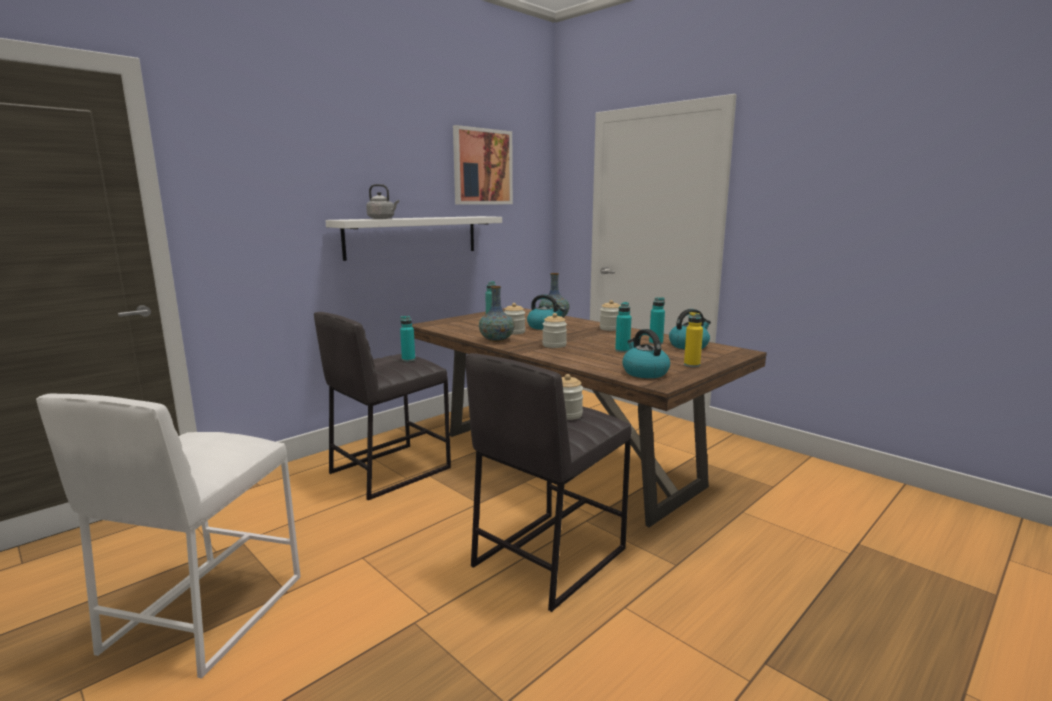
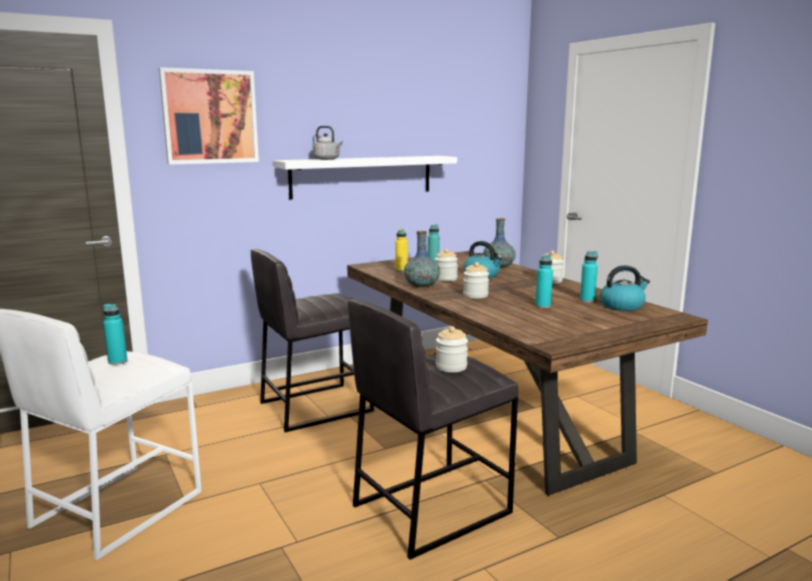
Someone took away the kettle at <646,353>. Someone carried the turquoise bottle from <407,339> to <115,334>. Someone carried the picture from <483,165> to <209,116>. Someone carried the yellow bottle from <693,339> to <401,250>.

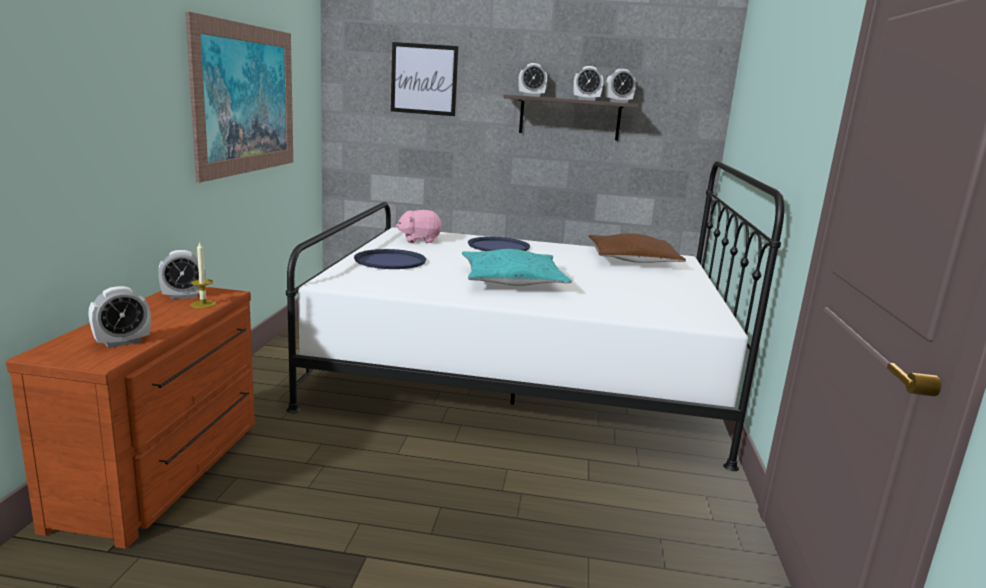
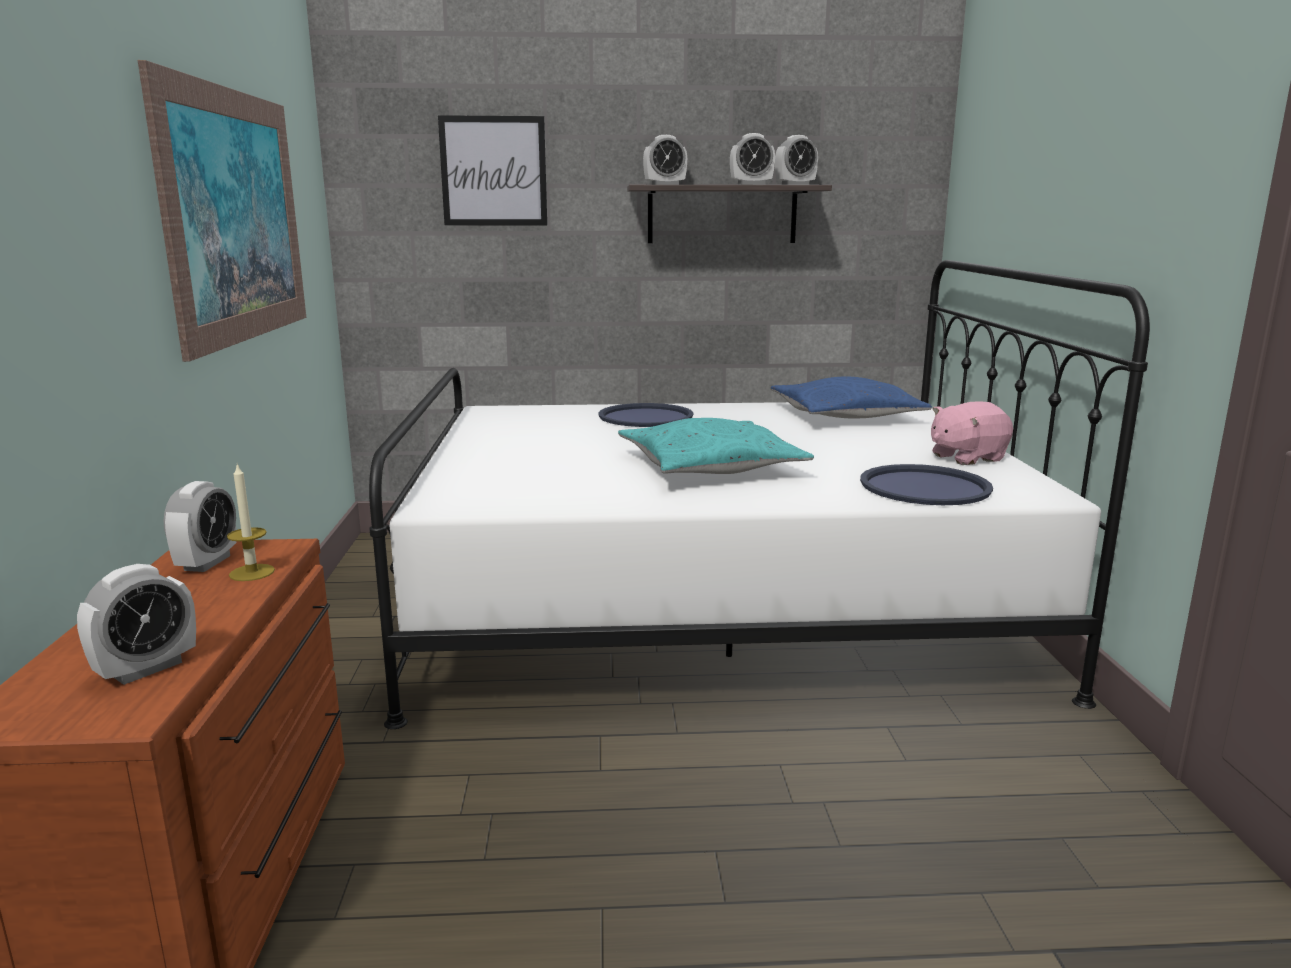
Someone carried the blue tray from <390,259> to <926,484>. Someone carried the pink plush toy from <419,226> to <972,433>. Someone repainted the brown pillow at <637,248>, which became the blue pillow at <851,398>. Someone rotated the alarm clock at <182,274> by 45 degrees counterclockwise.

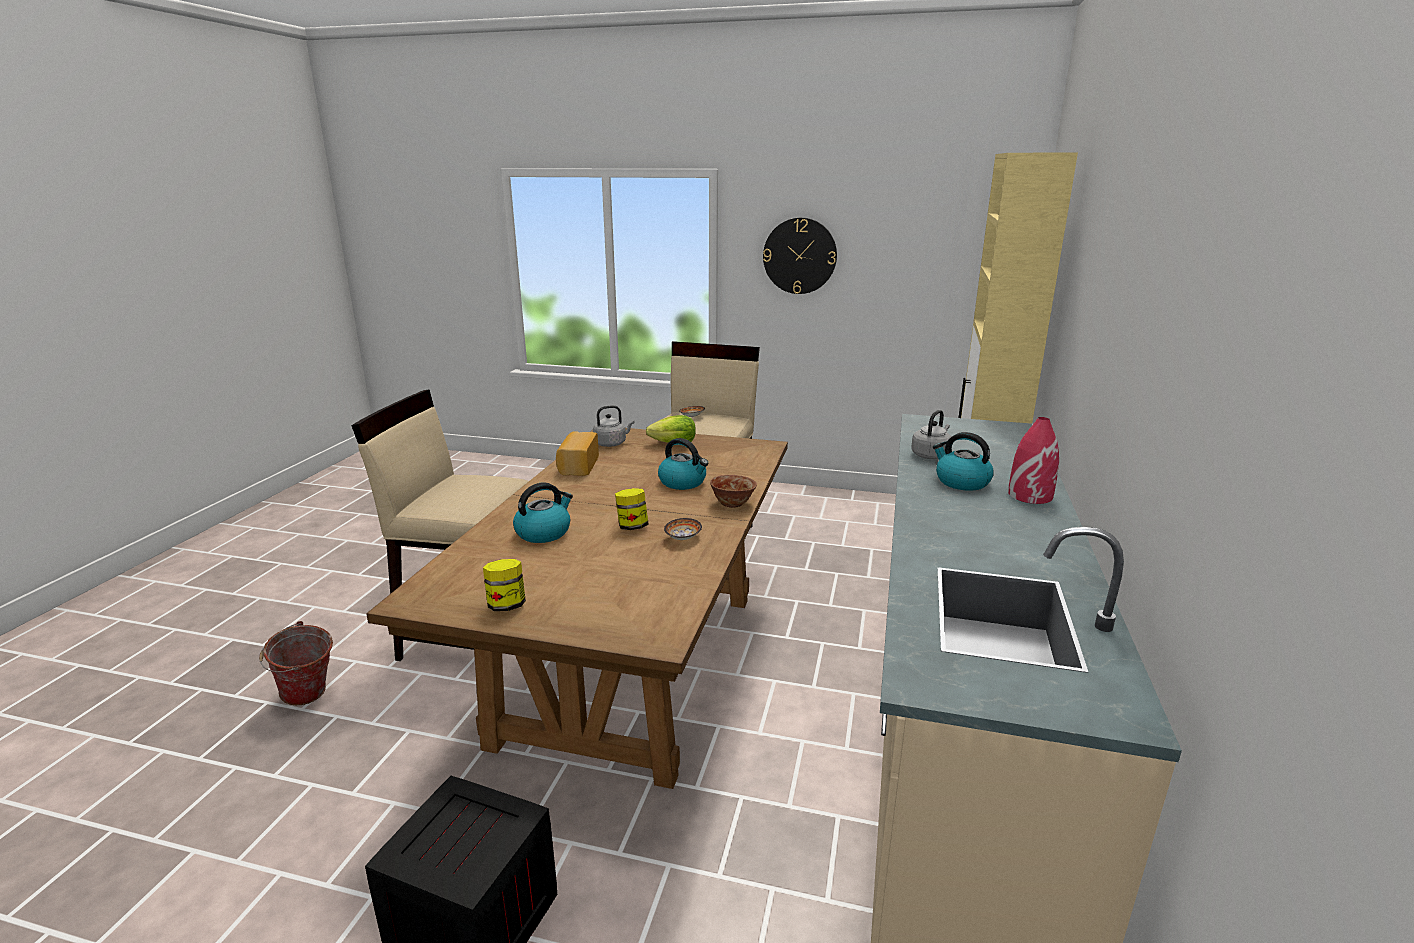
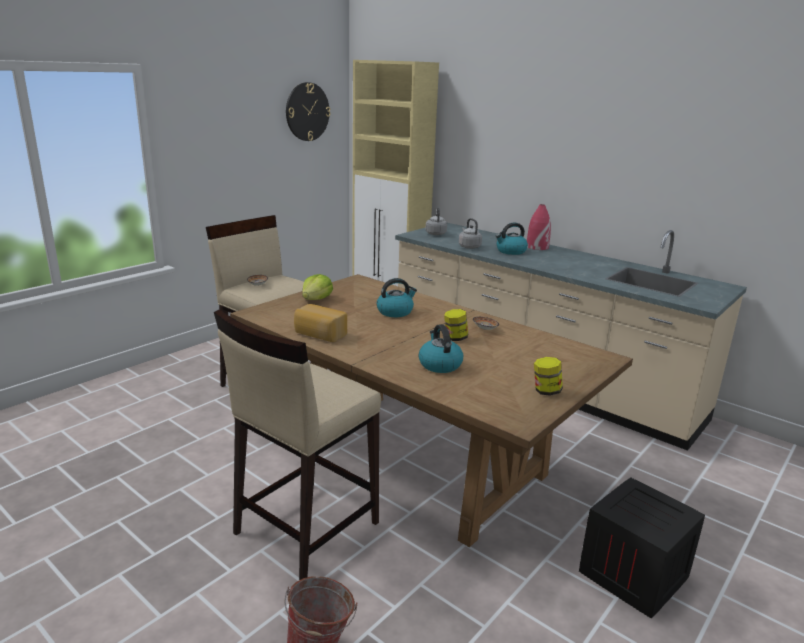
Someone took away the bowl at <733,491>. Someone carried the grey kettle from <614,426> to <436,221>. Someone carried the wall clock from <800,256> to <308,111>.

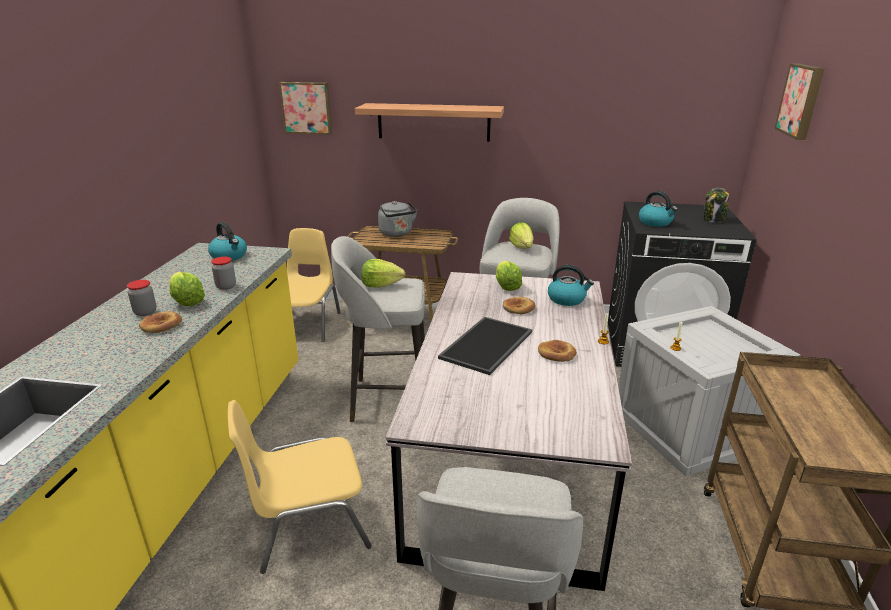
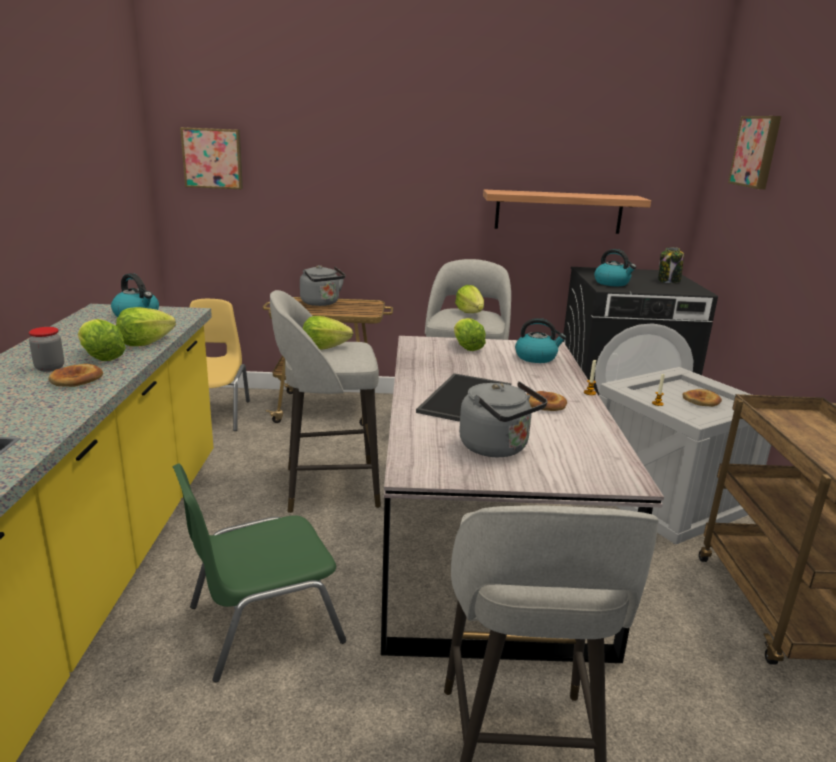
Someone put down the grey kettle at <503,419>. Someone carried the shelf from <429,122> to <567,212>. Someone carried the bread from <519,305> to <702,398>. Someone swapped the jar at <223,273> for the lettuce at <146,326>. Someone repainted the yellow chair at <300,487>, which became the green chair at <259,573>.

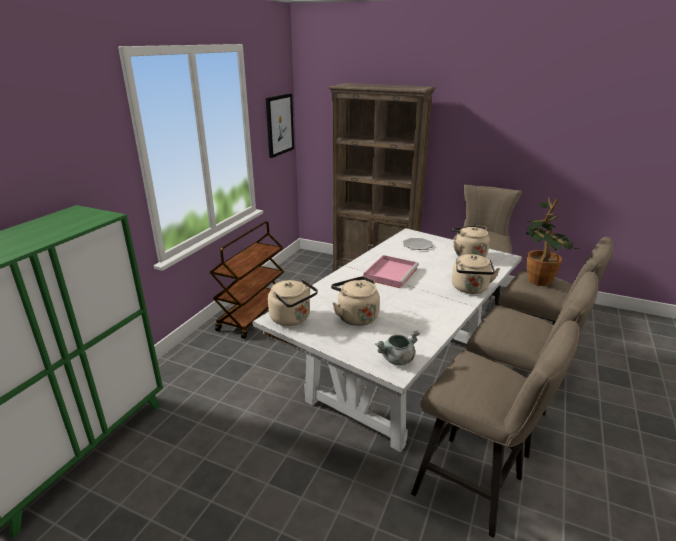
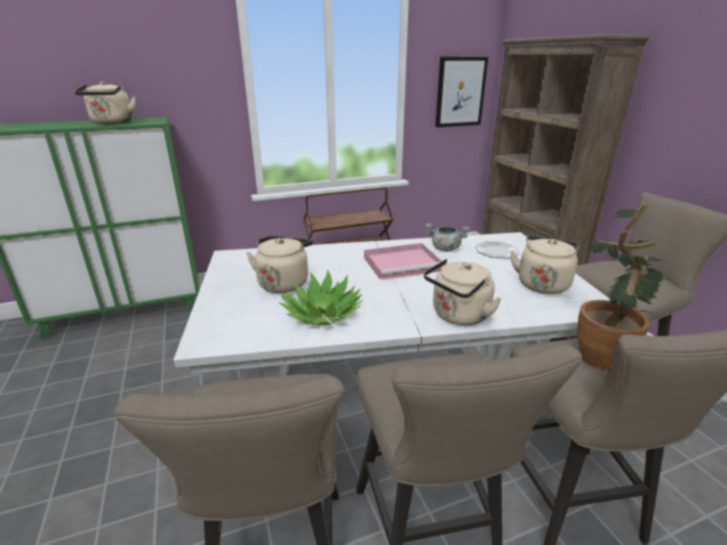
Someone put down the potted plant at <321,297>. Someone carried the beige kettle from <293,302> to <105,102>. Someone carried the grey cooking pot from <397,348> to <447,237>.

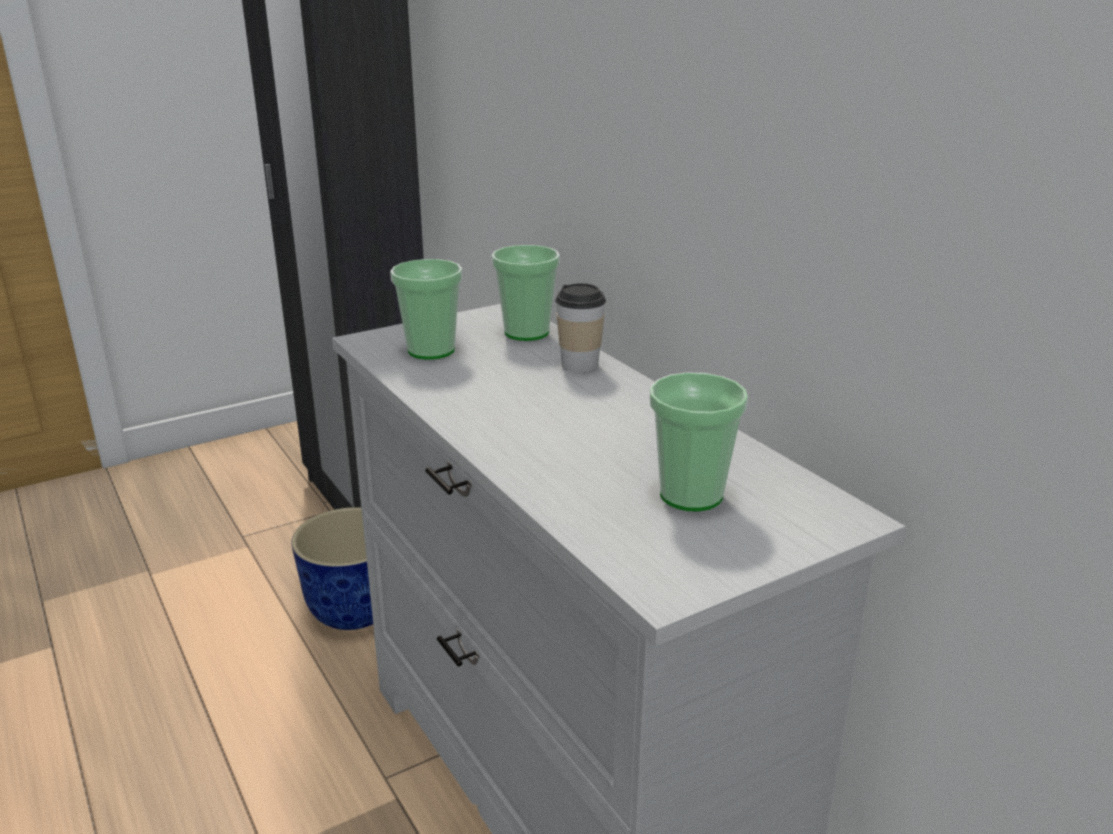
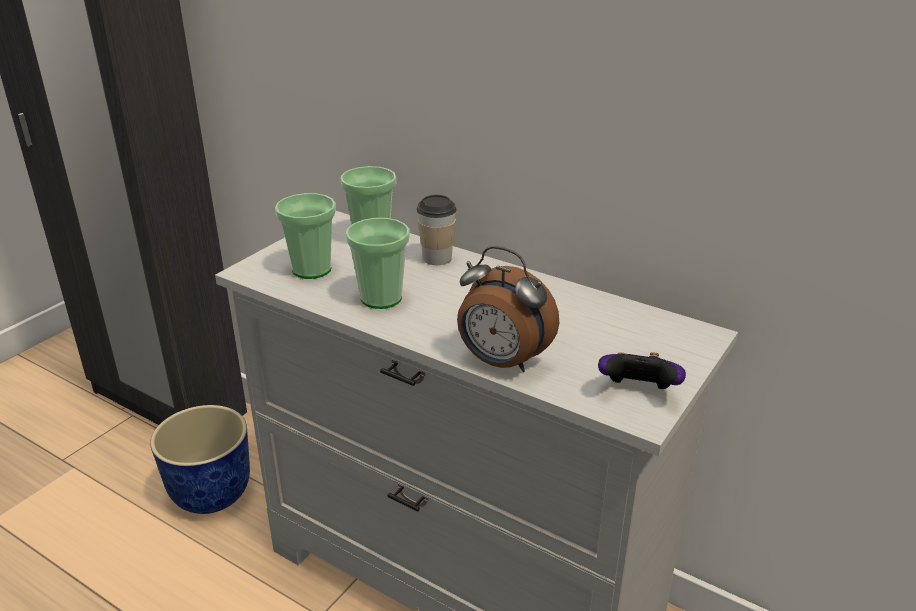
Someone put down the alarm clock at <508,309>. Someone put down the game controller at <642,370>. Someone carried the cup from <699,441> to <378,263>.

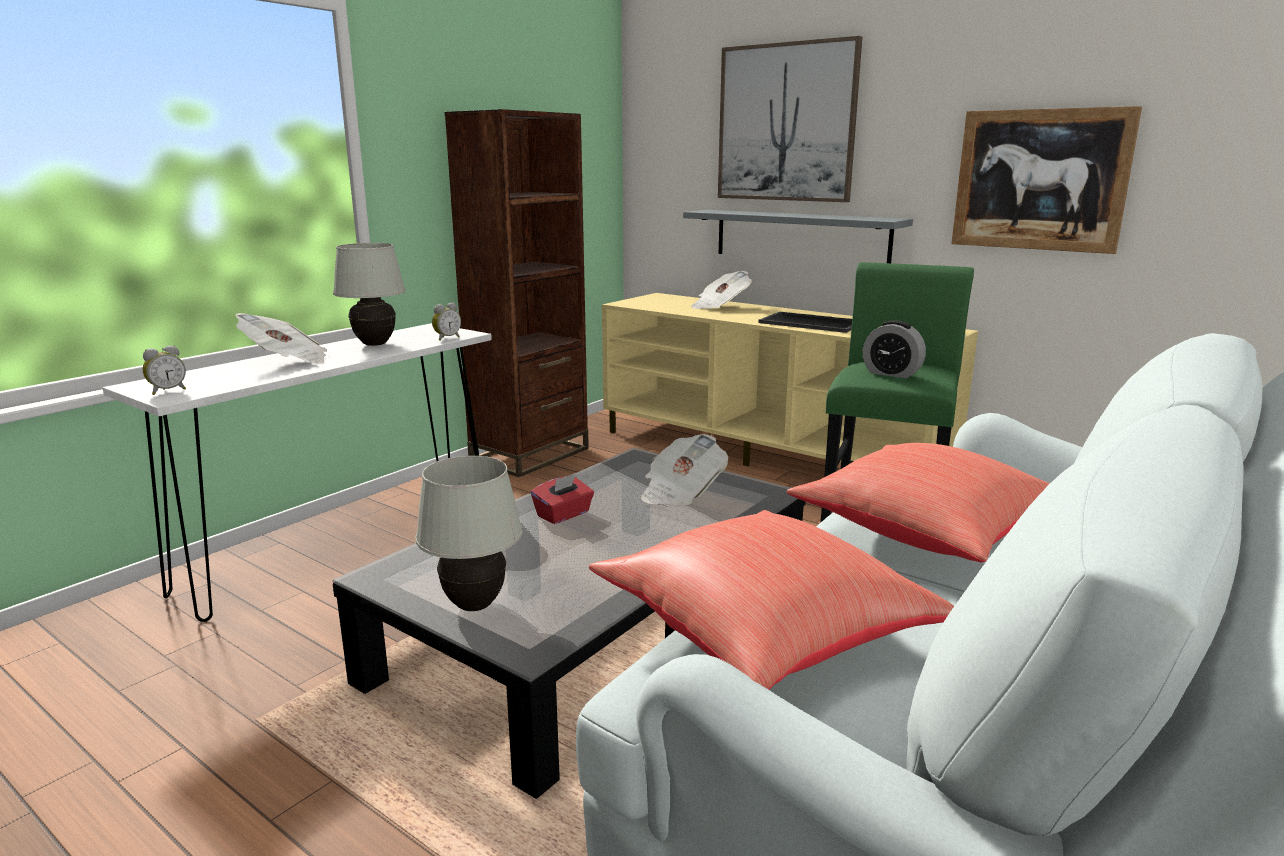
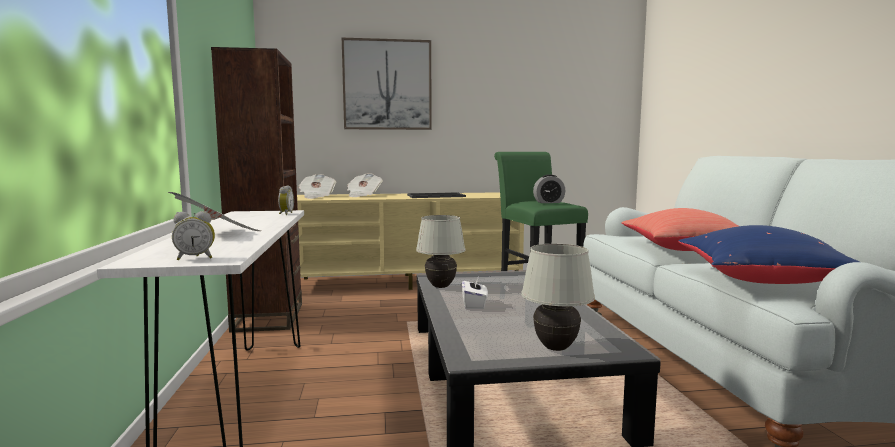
Someone took away the grey shelf at <798,236>. Someone took away the picture at <1046,180>. Someone carried the white table lamp from <369,294> to <441,251>. Someone carried the newspaper from <684,469> to <317,186>. Someone repainted the red tissue box at <562,499>, which became the white tissue box at <475,292>. Someone repainted the red pillow at <771,599>, which became the blue pillow at <768,254>. Someone rotated the alarm clock at <164,370> by 75 degrees clockwise.

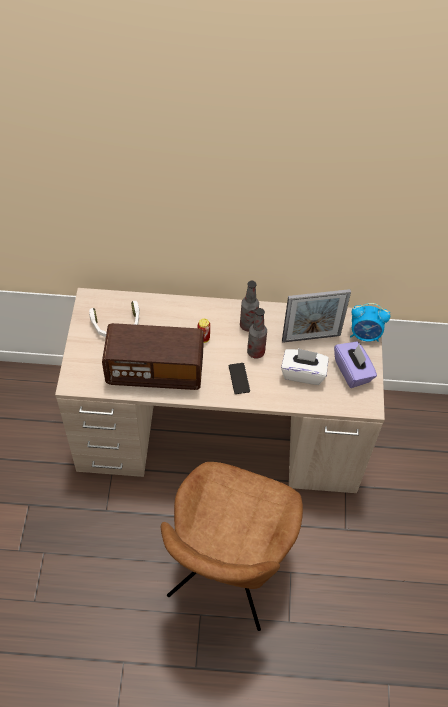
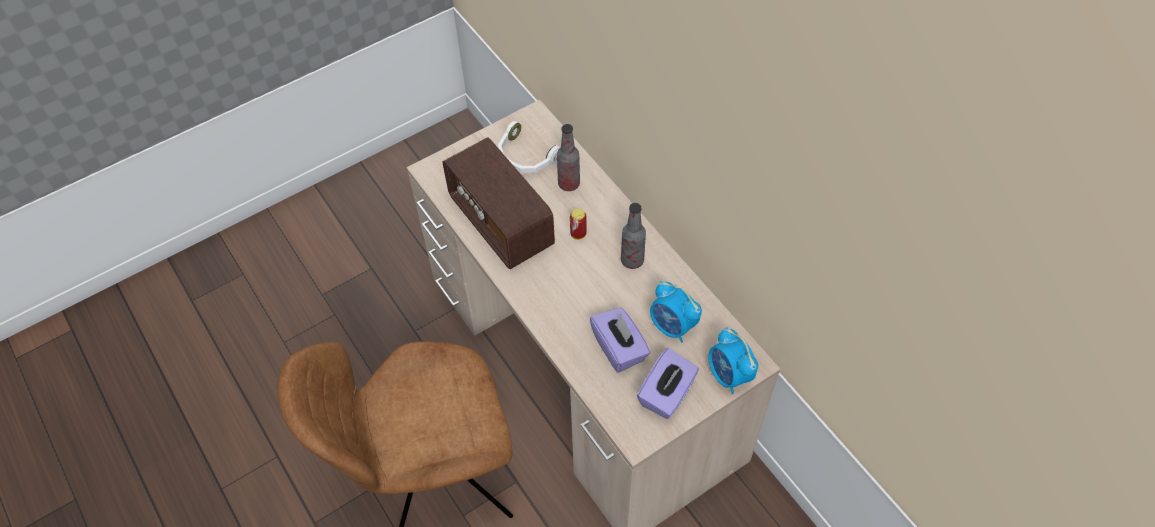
Someone took away the phone at <239,378>. Someone carried the bottle from <257,333> to <568,157>. Someone swapped the picture frame at <316,316> for the alarm clock at <676,312>. Someone repainted the white tissue box at <305,366>, which became the purple tissue box at <620,340>.

